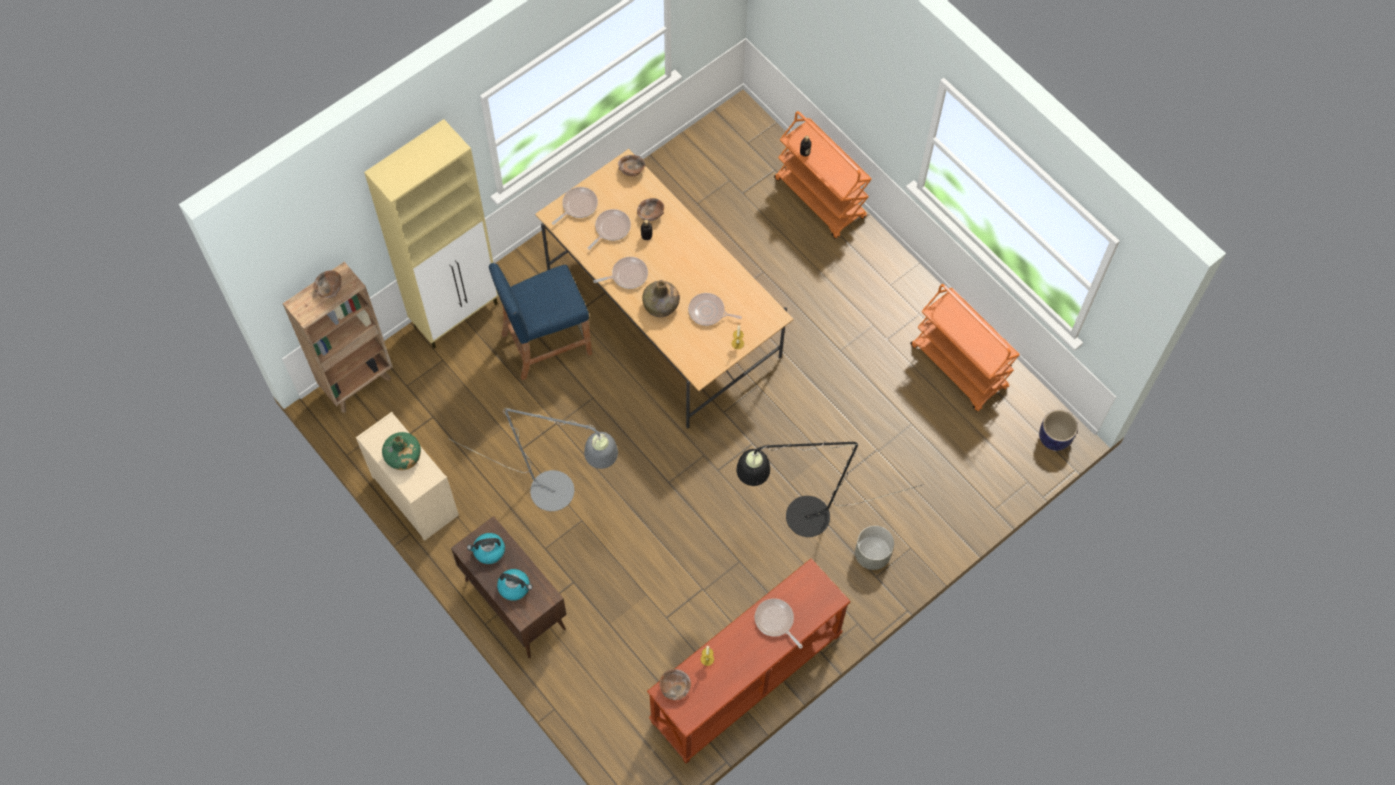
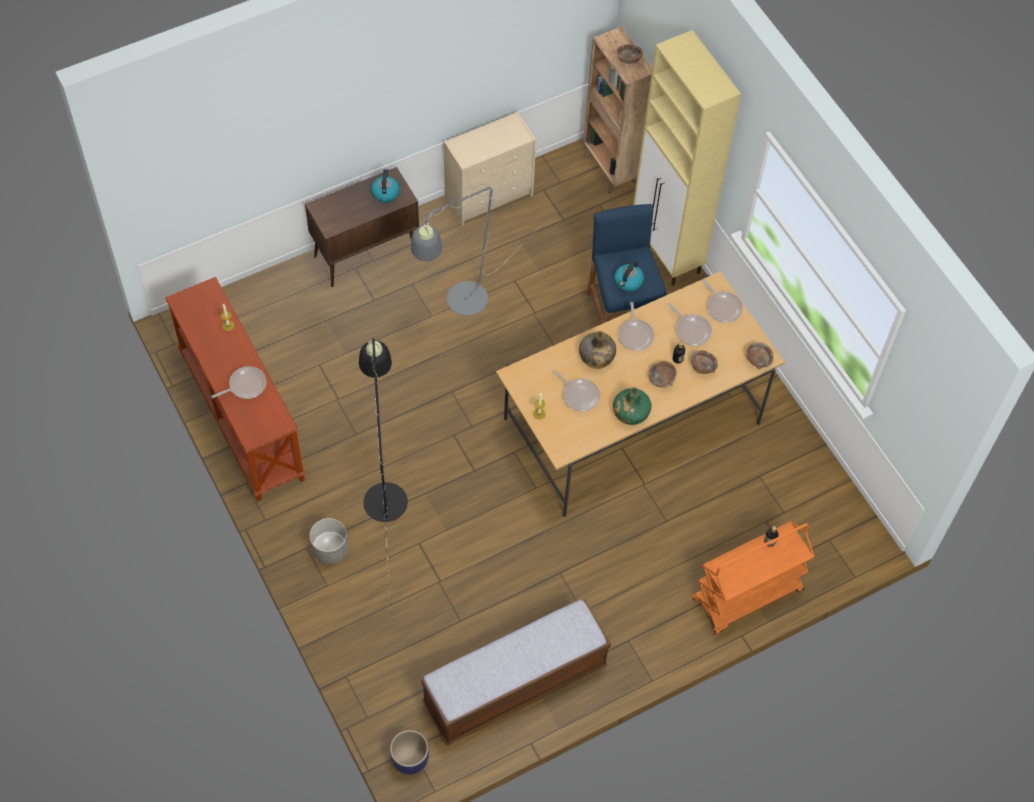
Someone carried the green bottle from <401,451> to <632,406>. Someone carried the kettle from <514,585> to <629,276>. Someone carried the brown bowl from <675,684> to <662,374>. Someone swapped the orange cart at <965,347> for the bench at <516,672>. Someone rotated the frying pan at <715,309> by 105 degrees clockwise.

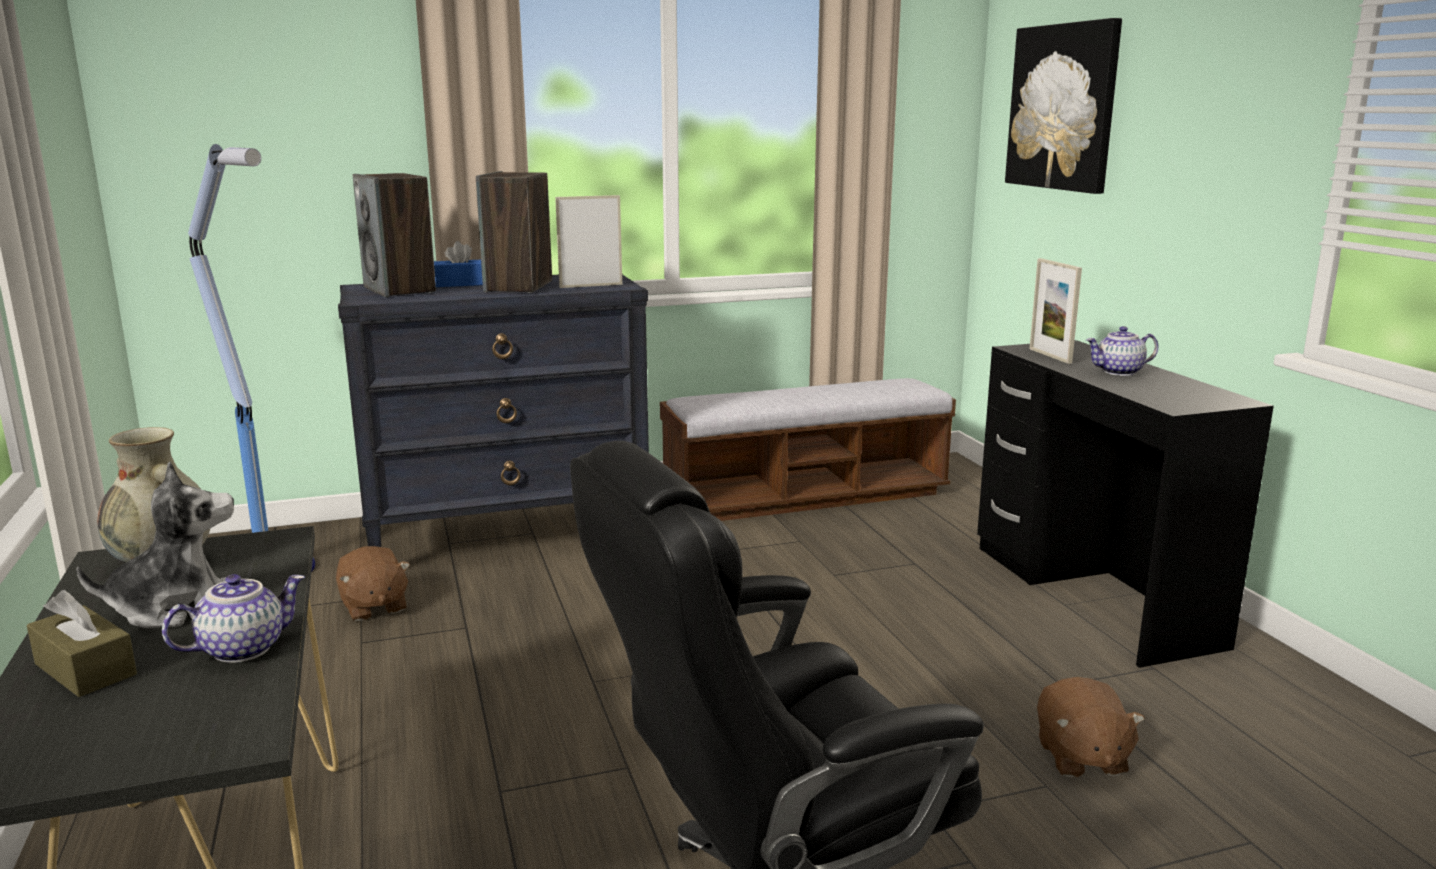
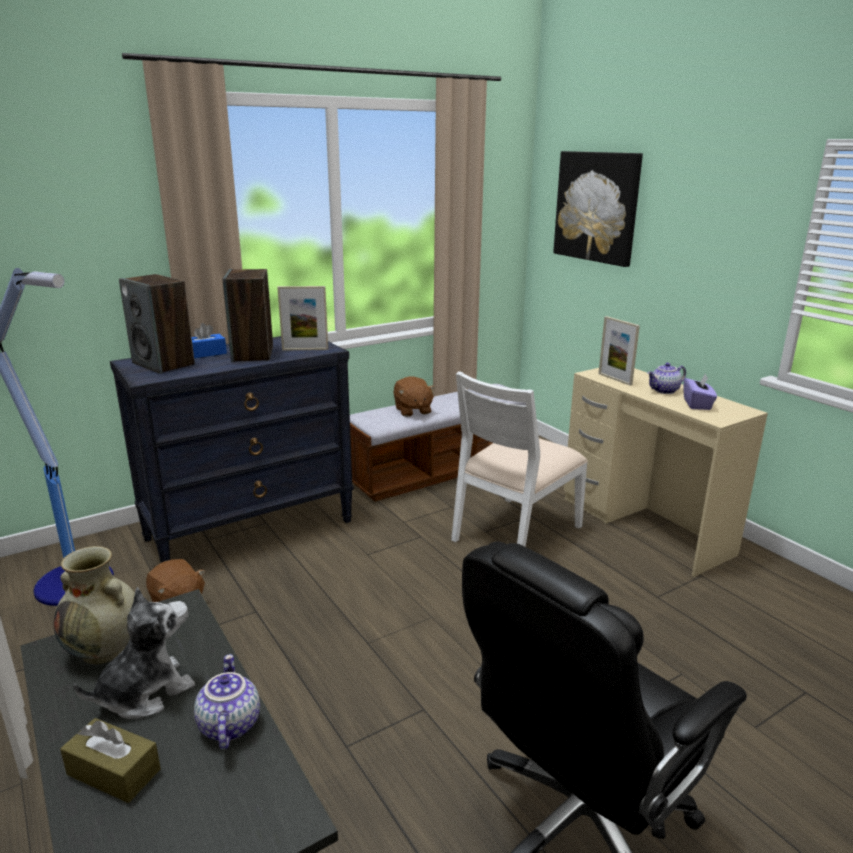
Someone put down the white chair at <519,459>. Someone put down the purple tissue box at <700,392>. Someone carried the brown plush toy from <1091,727> to <414,396>. Someone repainted the black desk at <1125,504>, which became the beige desk at <666,472>. Someone rotated the teapot at <233,618> by 45 degrees counterclockwise. Someone rotated the picture frame at <588,241> by 150 degrees counterclockwise.

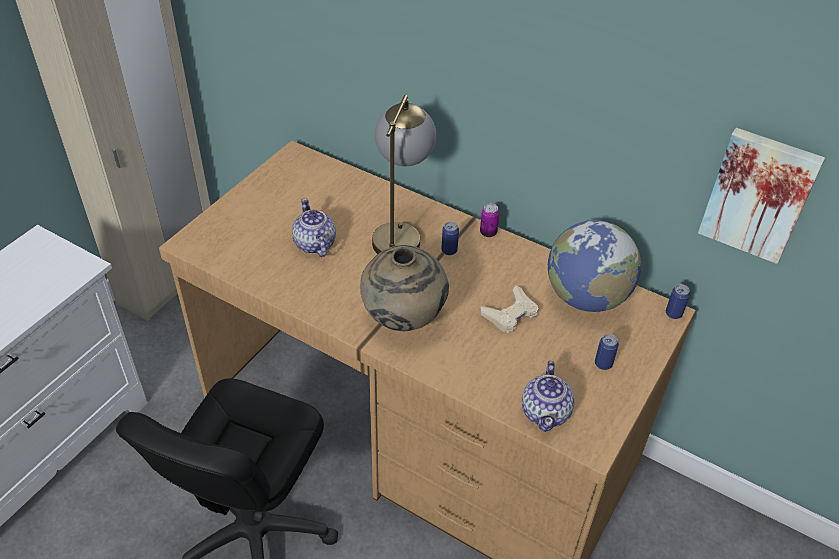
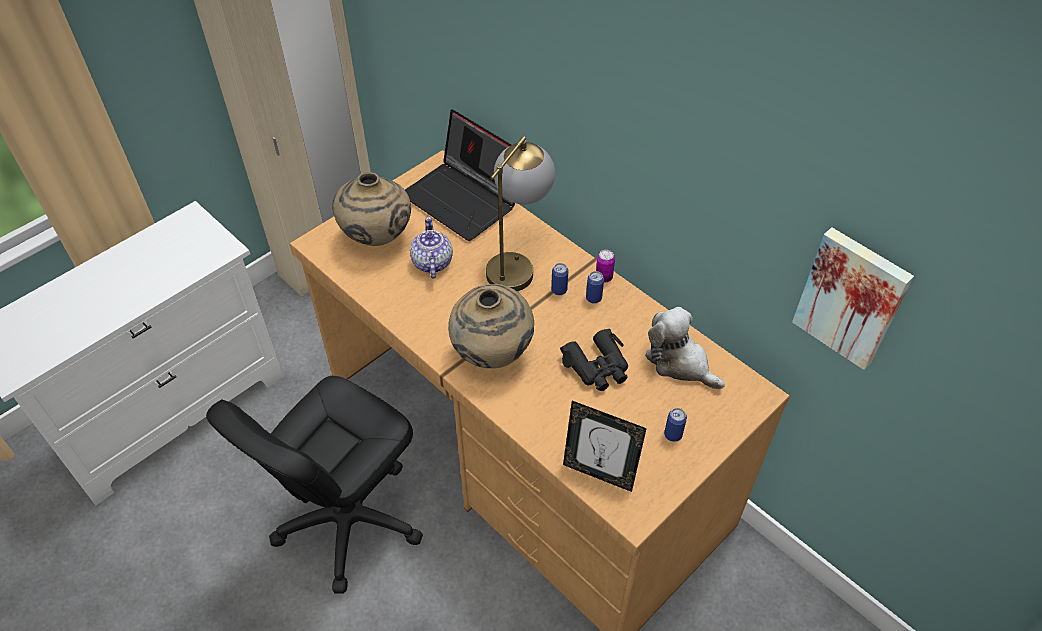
Someone put down the beige vase at <371,209>. Someone put down the laptop at <460,175>. Someone carried the can from <678,301> to <595,287>. Someone swapped the beige game controller at <509,309> for the black binoculars at <594,359>. Someone swapped the teapot at <548,396> for the picture frame at <605,446>. Someone swapped the globe at <594,266> for the plush toy at <685,348>.

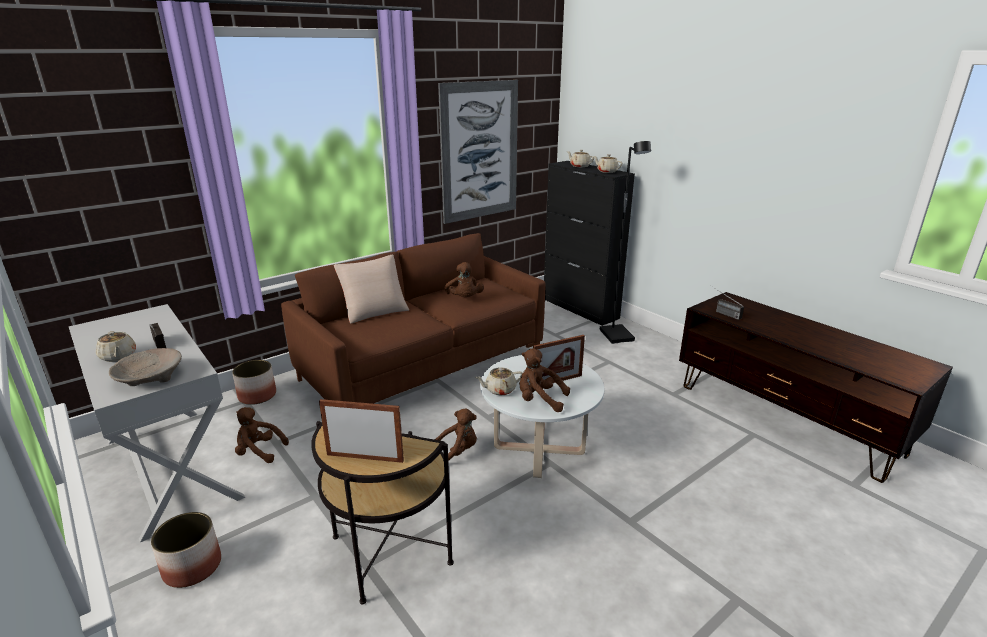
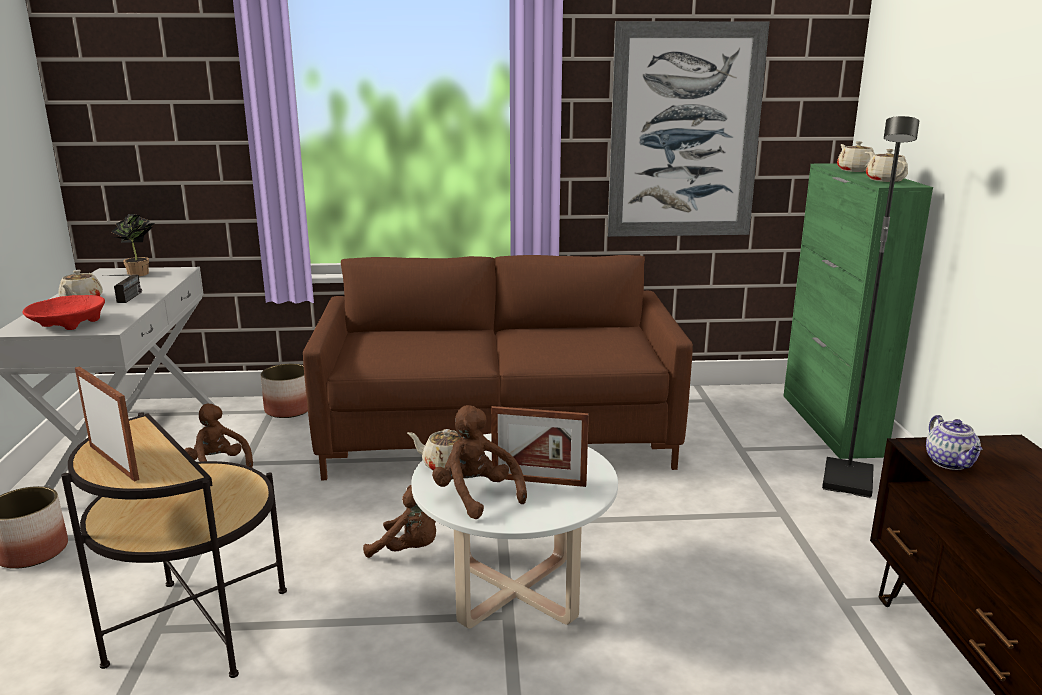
Someone took away the beige pillow at <371,289>. Someone took away the brown plush toy at <464,279>. Someone put down the potted plant at <133,245>. Someone swapped the radio at <728,303> for the teapot at <954,442>. Someone repainted the beige bowl at <145,367>, which became the red bowl at <64,312>. Someone repainted the black cabinet at <589,243>, which became the green cabinet at <858,311>.

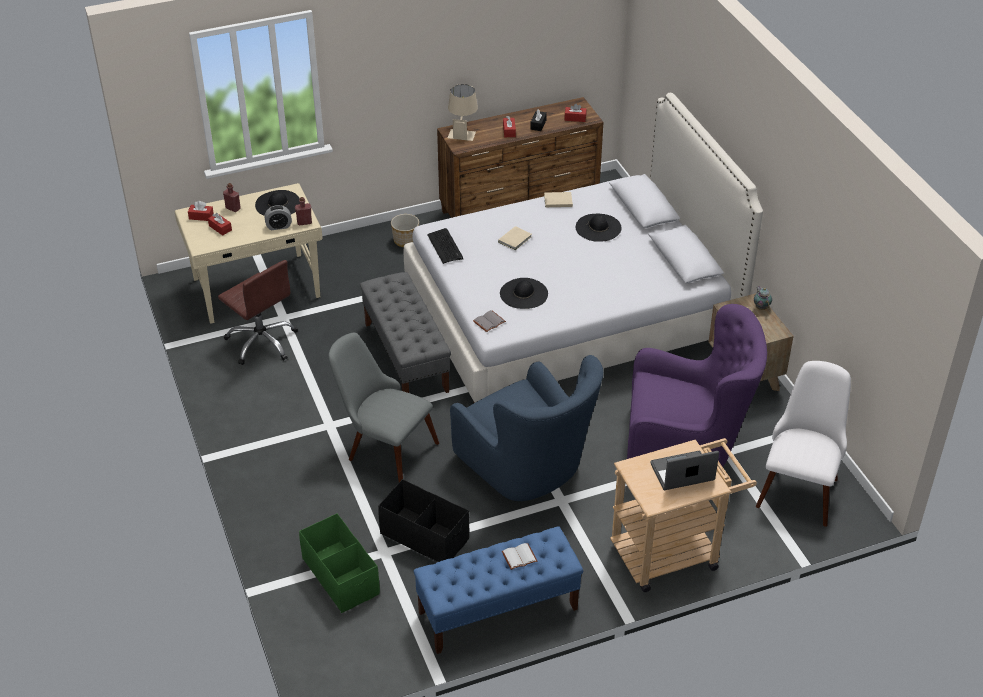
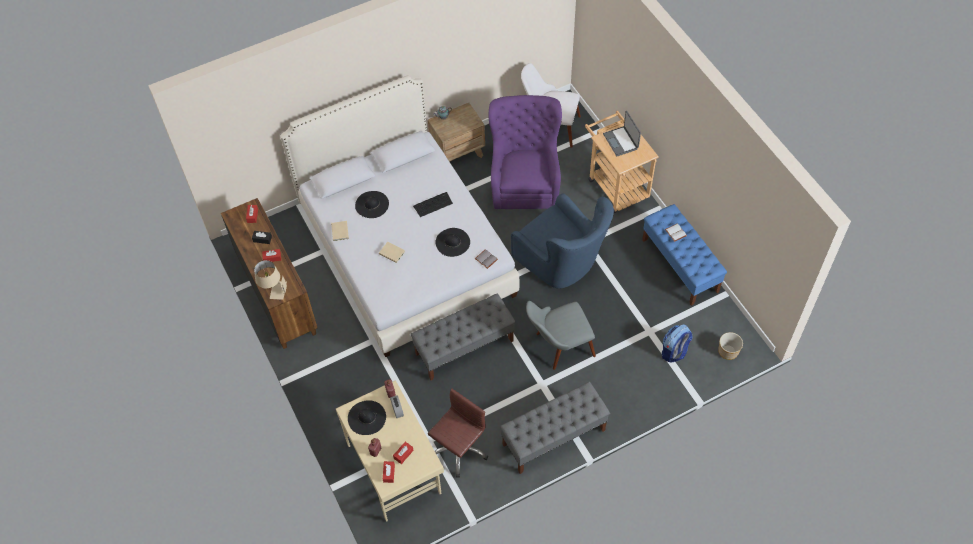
Someone took away the black storage box at <423,520>. Someone put down the grey bench at <555,428>. Someone carried the planter from <405,230> to <730,346>. Someone carried the keyboard from <445,246> to <433,204>. Someone swapped the green storage box at <339,563> for the backpack at <677,343>. Someone rotated the grey chair at <383,407> by 45 degrees clockwise. Someone rotated the blue armchair at <526,428> by 90 degrees clockwise.

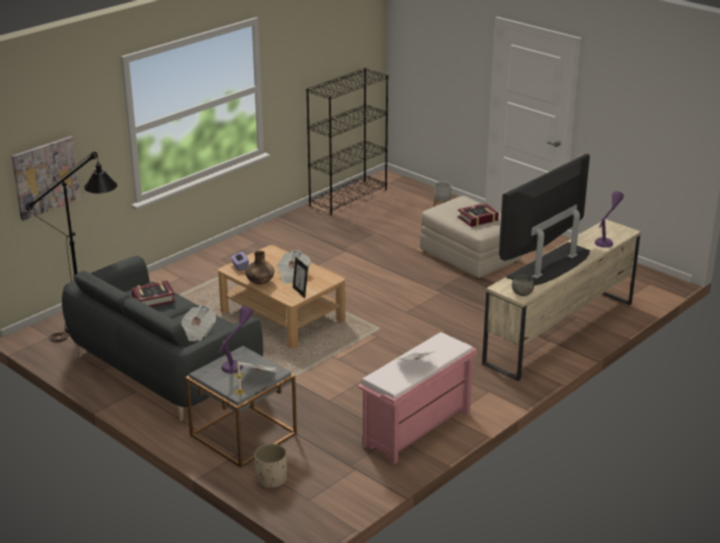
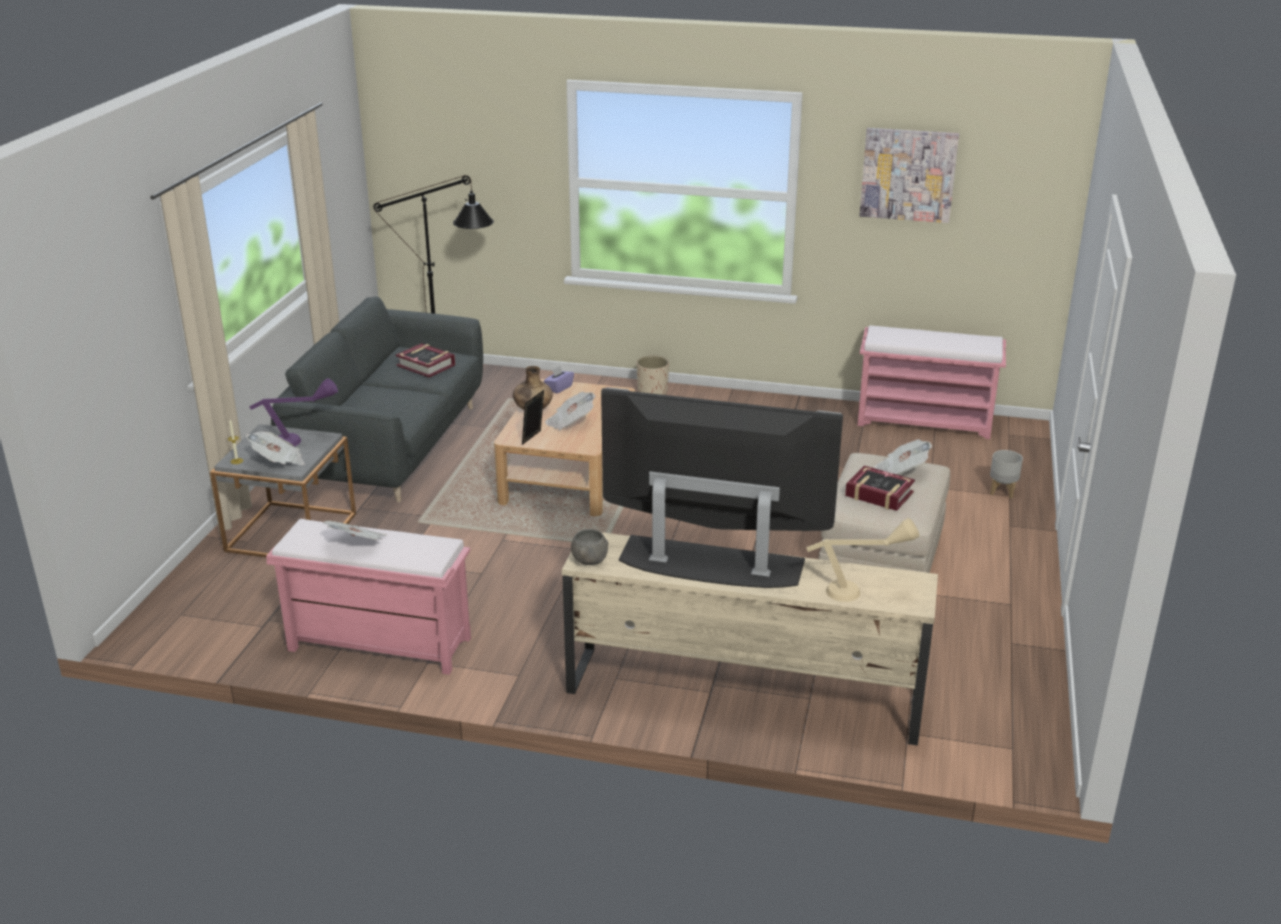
Someone carried the picture from <46,178> to <909,175>. Someone carried the newspaper from <198,323> to <902,457>. Someone carried the beige planter from <270,466> to <653,375>. Someone swapped the black bookcase at <347,141> for the pink bench at <931,382>. Someone repainted the purple table lamp at <609,219>, which became the beige table lamp at <863,560>.

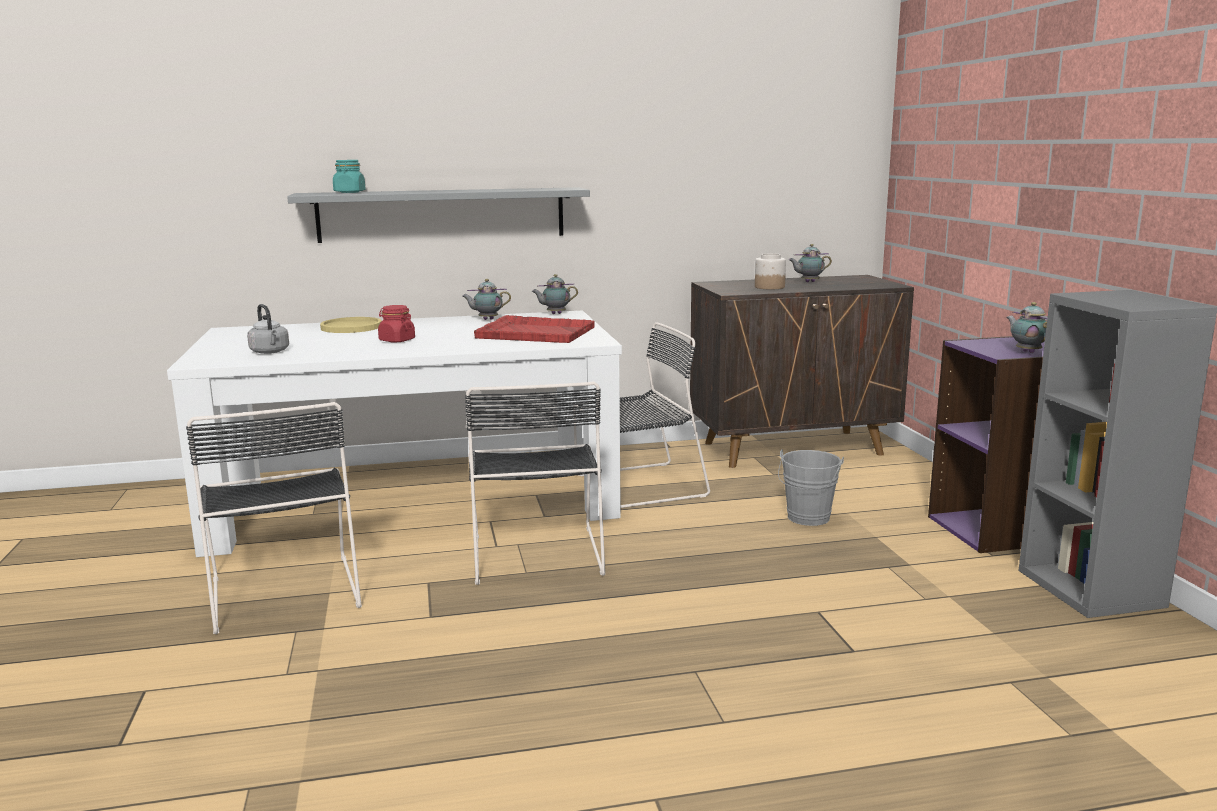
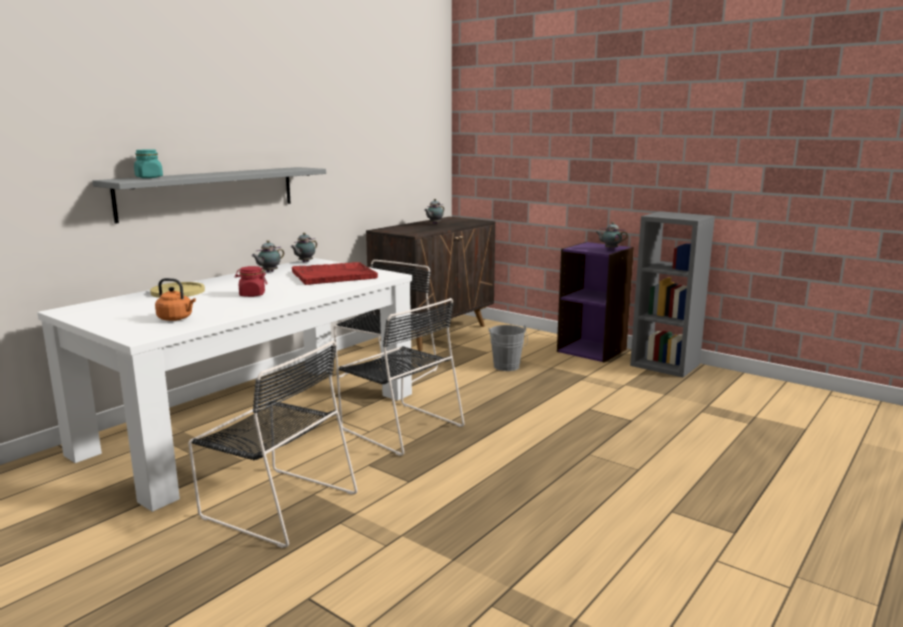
Someone took away the jar at <770,271>. Someone repainted the grey kettle at <268,329>, which became the orange kettle at <175,299>.

